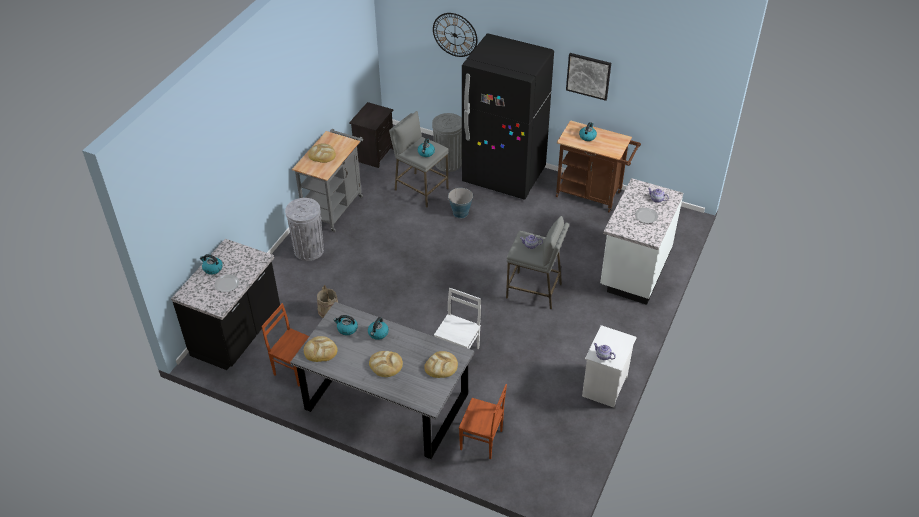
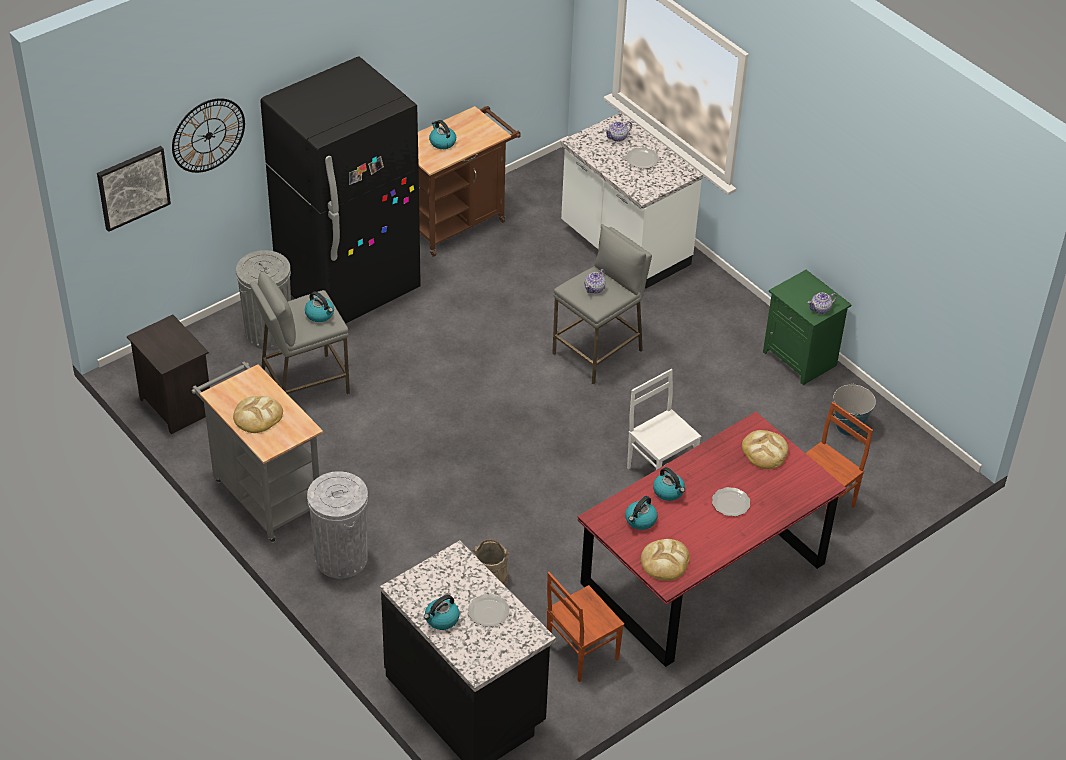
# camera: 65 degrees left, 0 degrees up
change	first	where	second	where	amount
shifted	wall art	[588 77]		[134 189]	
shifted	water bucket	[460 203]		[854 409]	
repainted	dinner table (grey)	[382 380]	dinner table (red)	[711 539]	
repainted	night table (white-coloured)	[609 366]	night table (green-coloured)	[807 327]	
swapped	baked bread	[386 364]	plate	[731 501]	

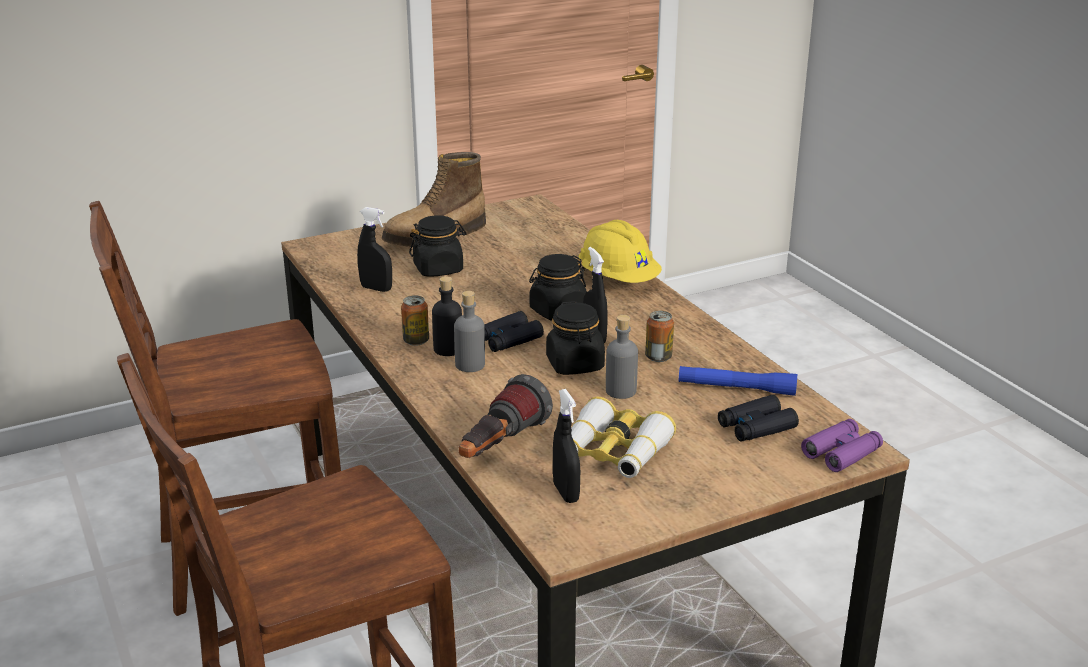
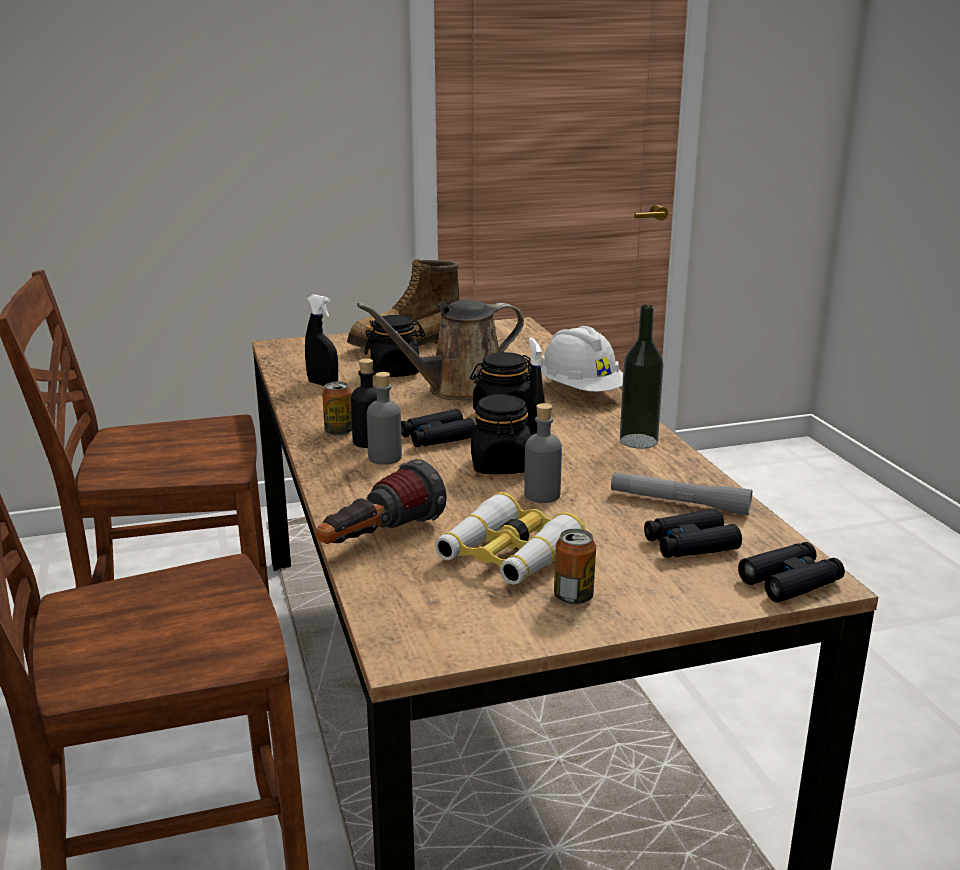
# camera: 10 degrees right, 5 degrees down
change	first	where	second	where	amount
repainted	work helmet (yellowish)	[620 251]	work helmet (white-coloured)	[581 359]	
shifted	metal can	[659 336]		[575 567]	
repainted	torch (bluish)	[738 381]	torch (grey)	[681 493]	
gone	hand sprayer (blackish)	[566 446]			
repainted	pair of binoculars (purplish)	[842 445]	pair of binoculars (blackish)	[791 572]	
new			watering can (brownish)	[440 350]	
new			beverage bottle	[642 377]	

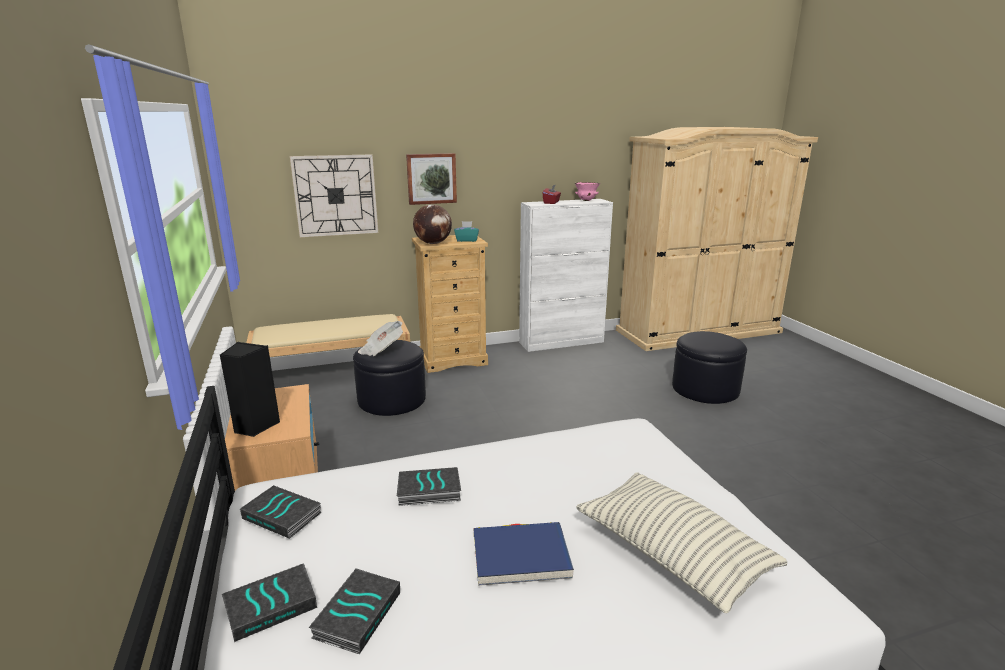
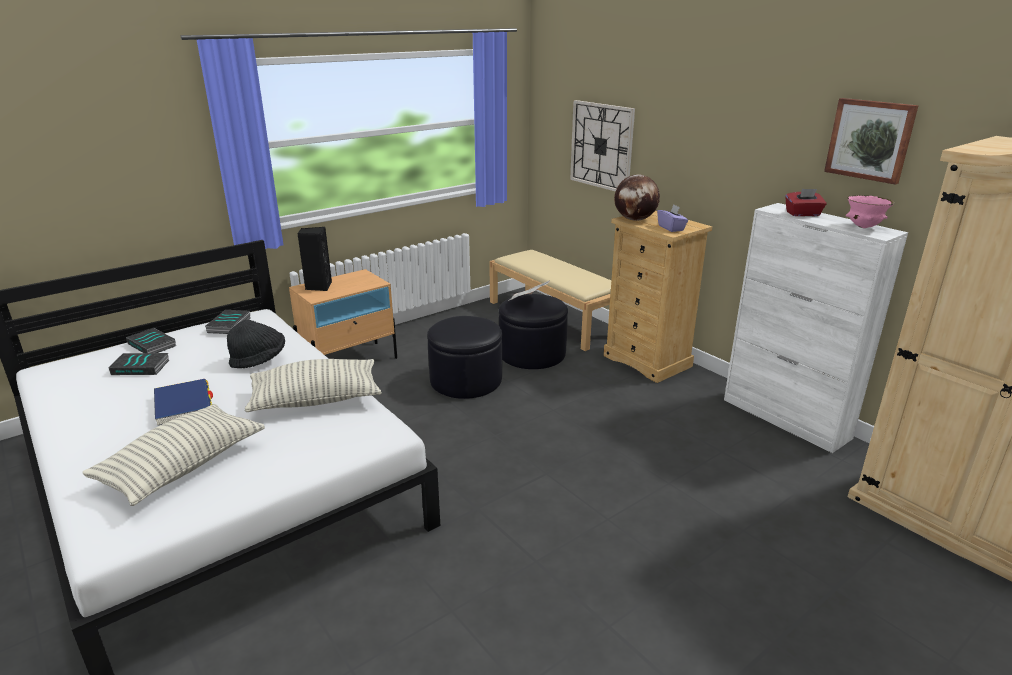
# camera: 70 degrees right, 5 degrees up
change	first	where	second	where	amount
shifted	wall art	[431 179]		[871 141]	
repainted	tissue holder (turquoise-coloured)	[466 231]	tissue holder (purplish)	[672 218]	
shifted	ottoman (blackish)	[709 367]		[464 357]	
swapped	bound book	[429 486]	wearable hat (blackish)	[256 344]	
new			pillow	[313 385]	

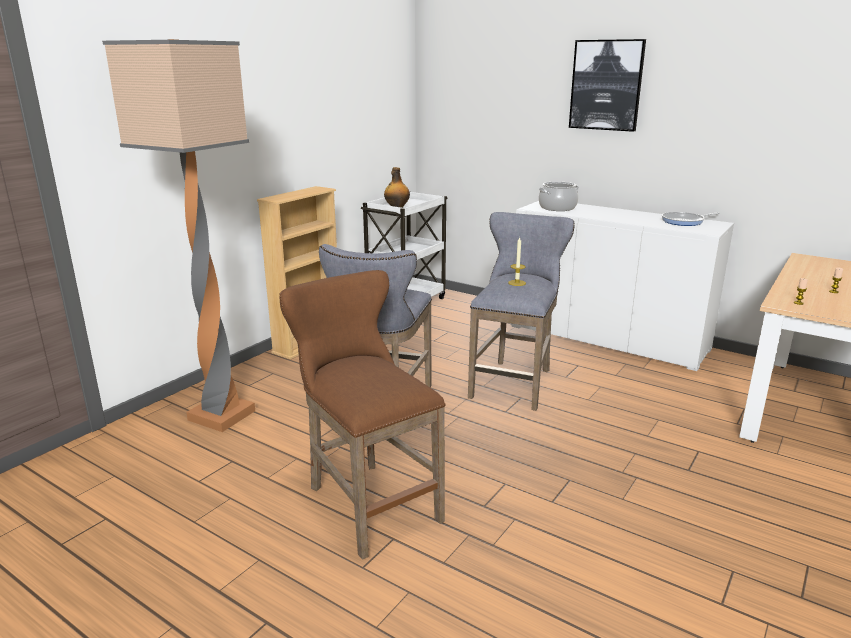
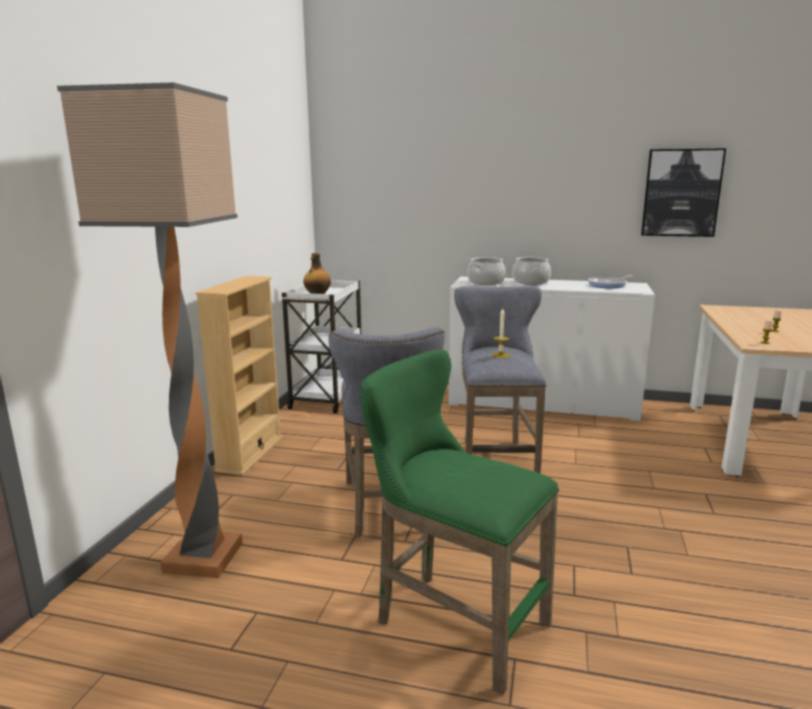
# camera: 20 degrees left, 5 degrees down
change	first	where	second	where	amount
shifted	wall art	[607 85]		[683 192]	
repainted	stool seat (brownish)	[362 415]	stool seat (green-coloured)	[460 522]	
new			saucepot	[531 271]	

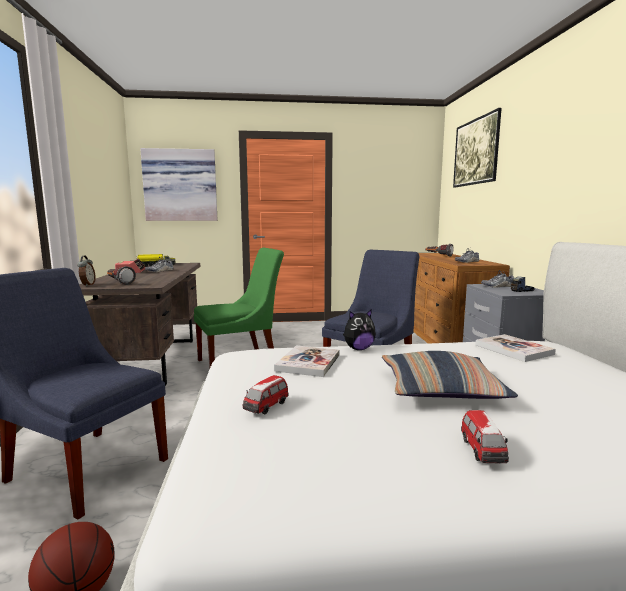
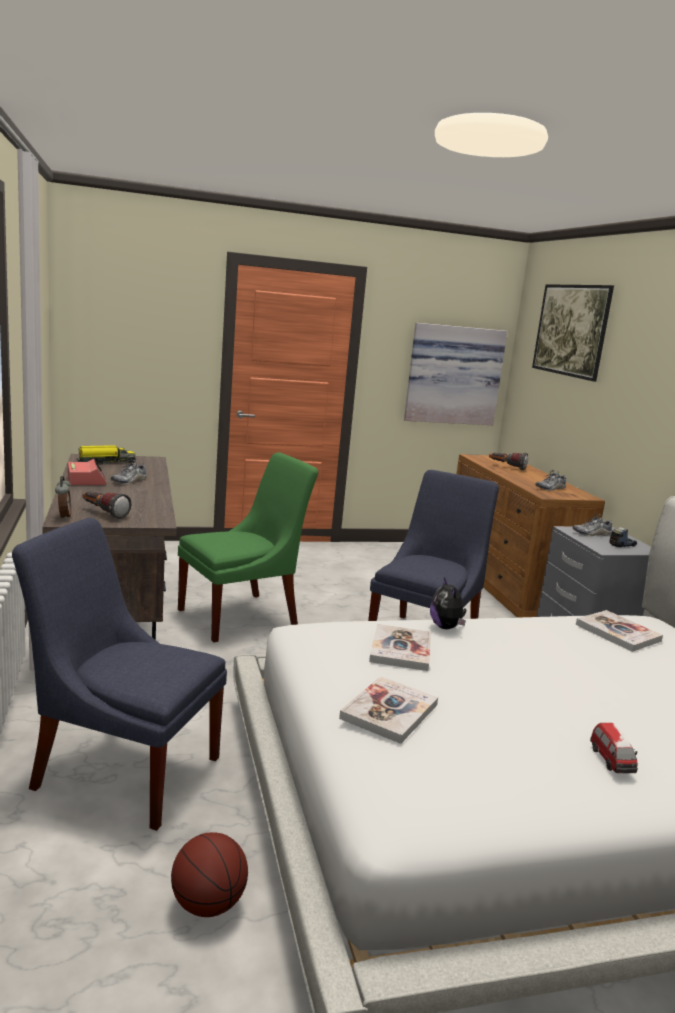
# camera: 10 degrees left, 5 degrees up
change	first	where	second	where	amount
shifted	wall art	[178 184]		[455 374]	
rotated	plush toy	[359 329]		[448 603]	105 degrees clockwise
gone	pillow	[450 375]			
swapped	miniature car	[266 394]	bound book	[388 710]	

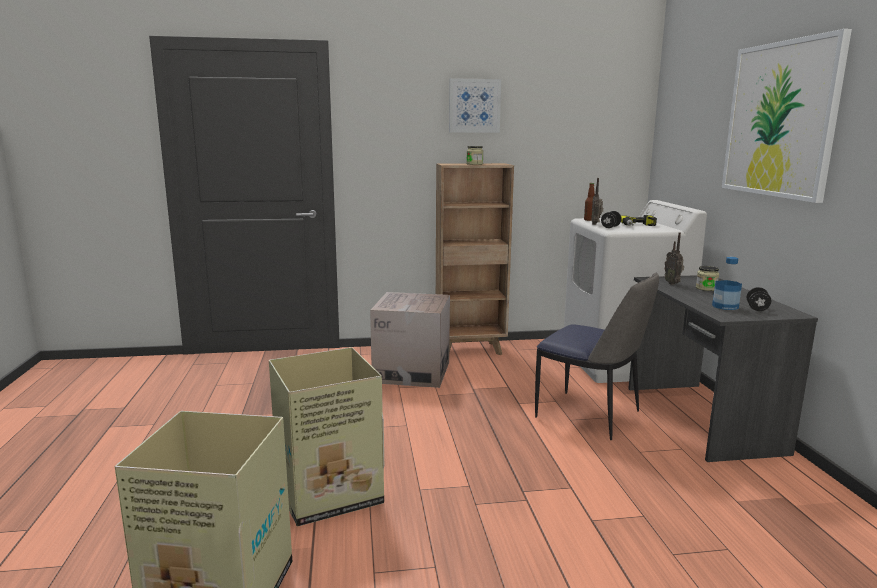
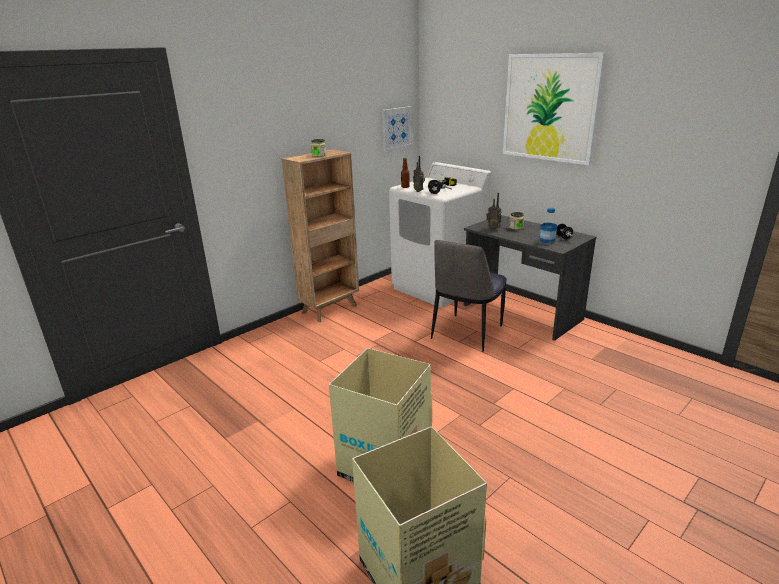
# camera: 35 degrees left, 10 degrees up
change	first	where	second	where	amount
shifted	wall art	[475 105]		[397 128]	
rotated	chair	[597 356]		[469 296]	120 degrees clockwise
gone	packing box	[410 340]			

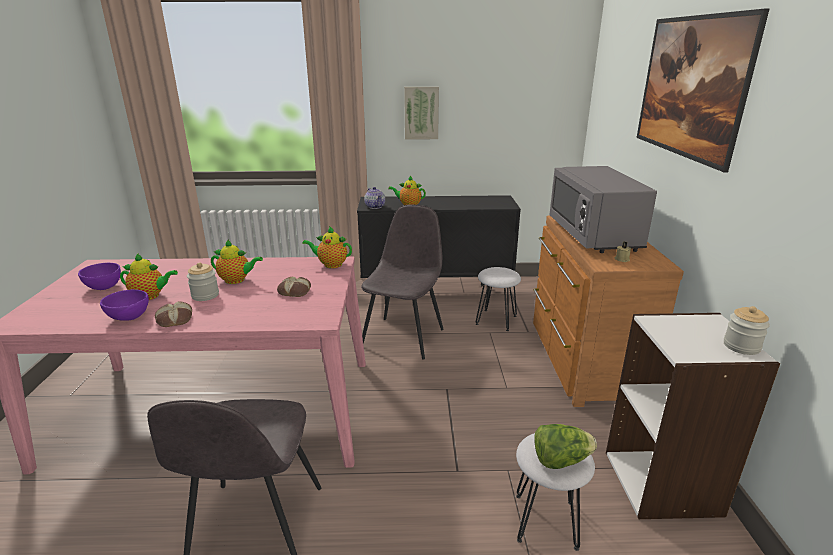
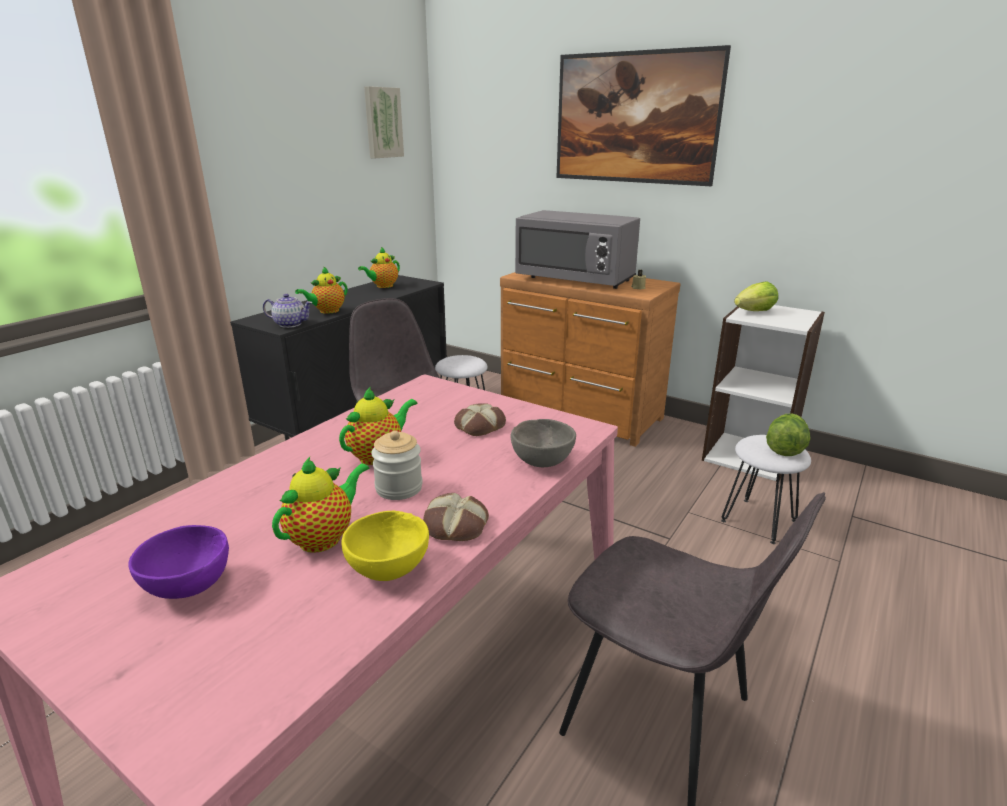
# camera: 55 degrees left, 0 degrees up
change	first	where	second	where	amount
shifted	wall art	[421 113]		[384 122]	
shifted	pot for tea	[327 247]		[379 267]	
repainted	bowl (purplish)	[124 305]	bowl (yellowish)	[385 546]	
gone	jar	[747 330]			
new			head of lettuce	[756 296]	
new			bowl (grey)	[543 443]	

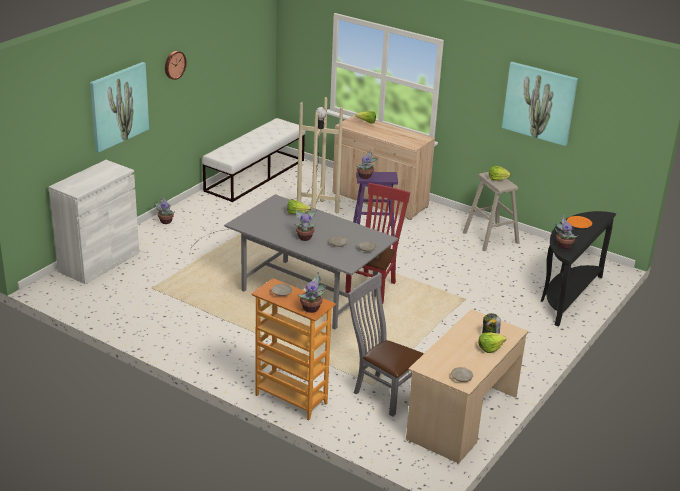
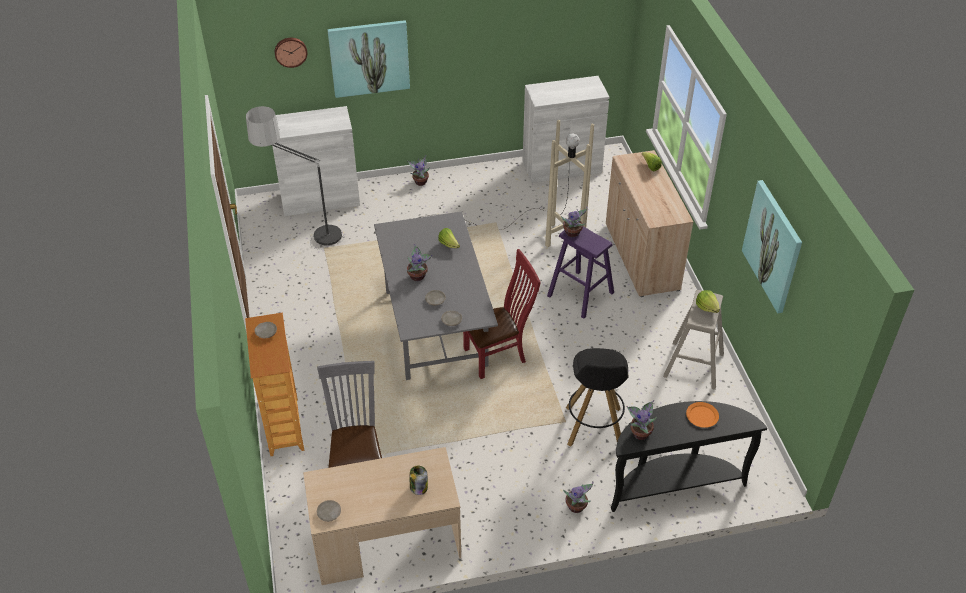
# camera: 45 degrees right, 15 degrees up
change	first	where	second	where	amount
shifted	hanging clock	[176 65]		[291 53]	
swapped	indoor bench (white-coloured)	[253 160]	cabinet (white-coloured)	[566 129]	
shifted	houseplant	[311 293]		[578 497]	
gone	head of lettuce	[492 343]			
new			standard lamp	[295 178]	
new			stool seat (blackish)	[597 397]	

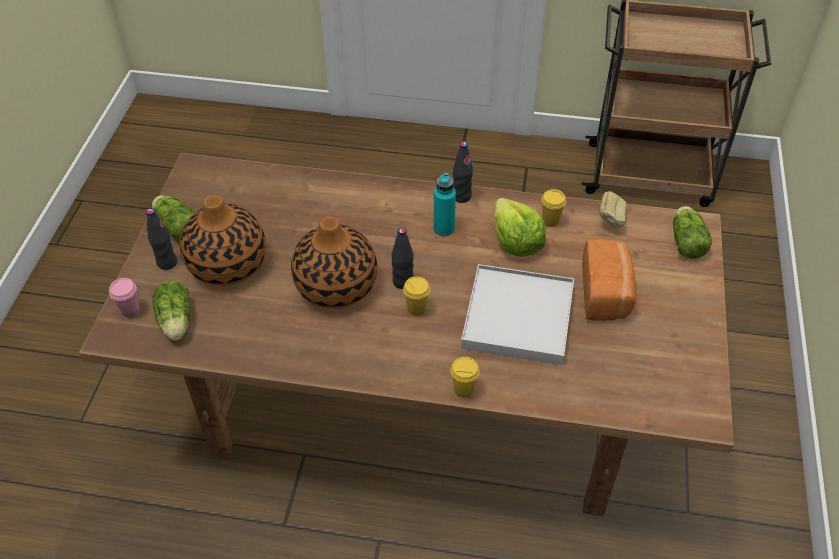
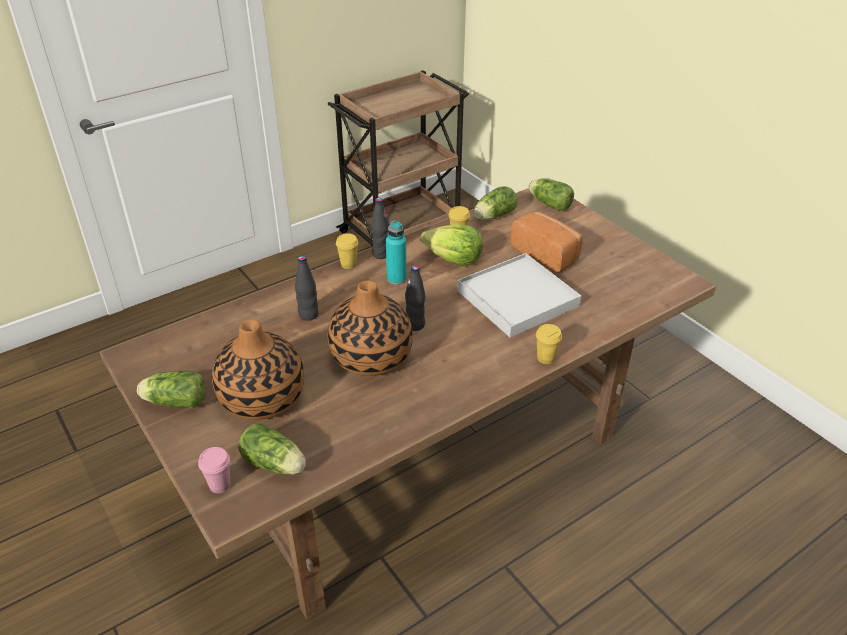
# camera: 45 degrees left, 10 degrees down
change	first	where	second	where	amount
swapped	baked bread	[613 209]	head of lettuce	[496 203]	
shifted	beverage bottle (blackish)	[161 239]		[307 288]	
shifted	drinking cup (yellowish)	[416 296]		[347 251]	

